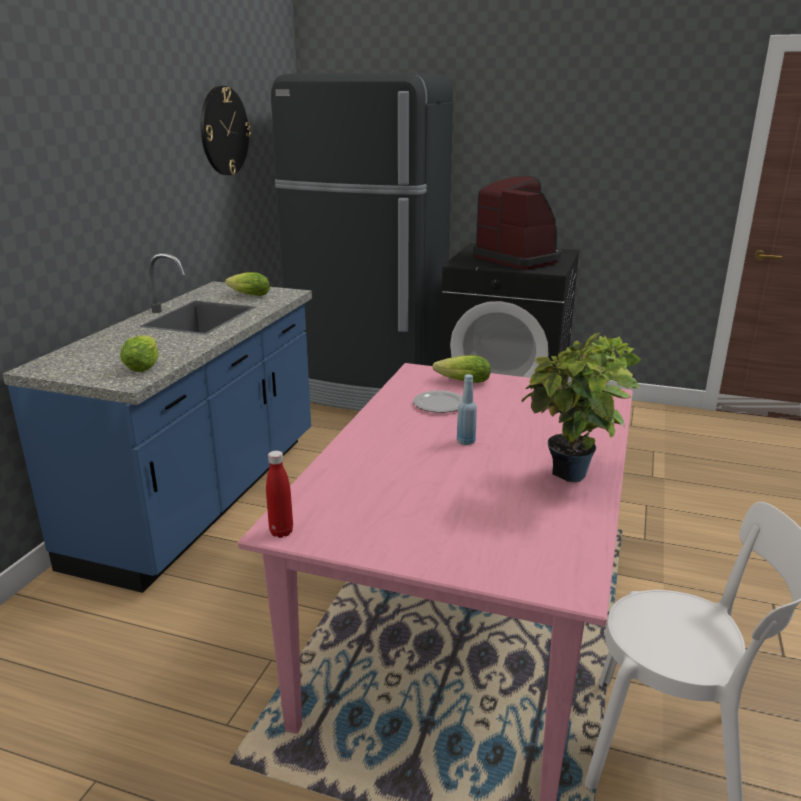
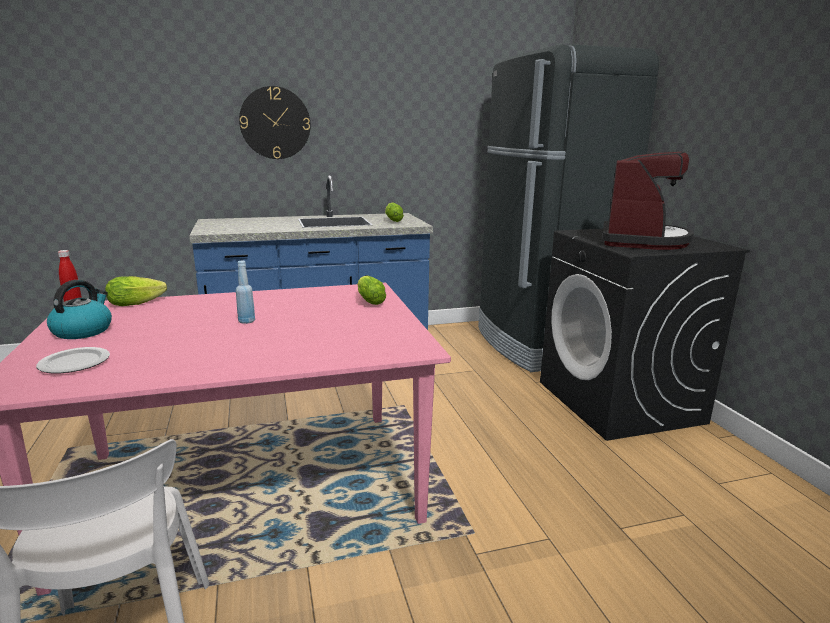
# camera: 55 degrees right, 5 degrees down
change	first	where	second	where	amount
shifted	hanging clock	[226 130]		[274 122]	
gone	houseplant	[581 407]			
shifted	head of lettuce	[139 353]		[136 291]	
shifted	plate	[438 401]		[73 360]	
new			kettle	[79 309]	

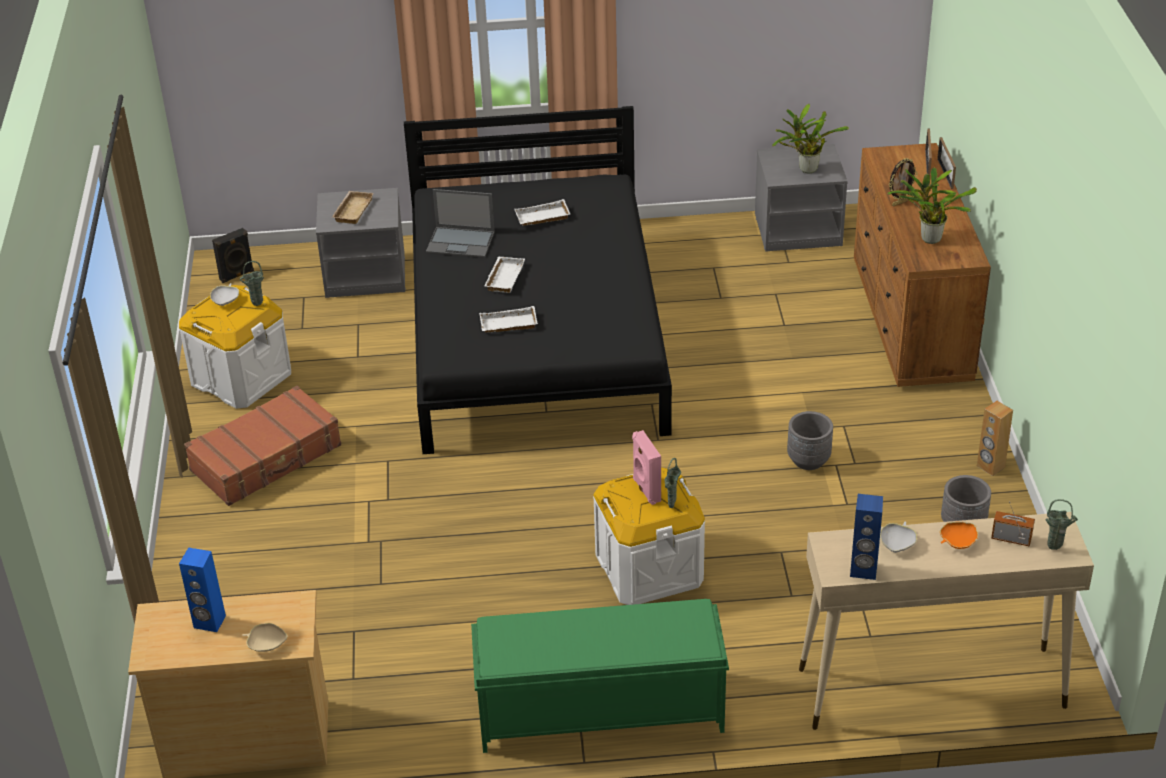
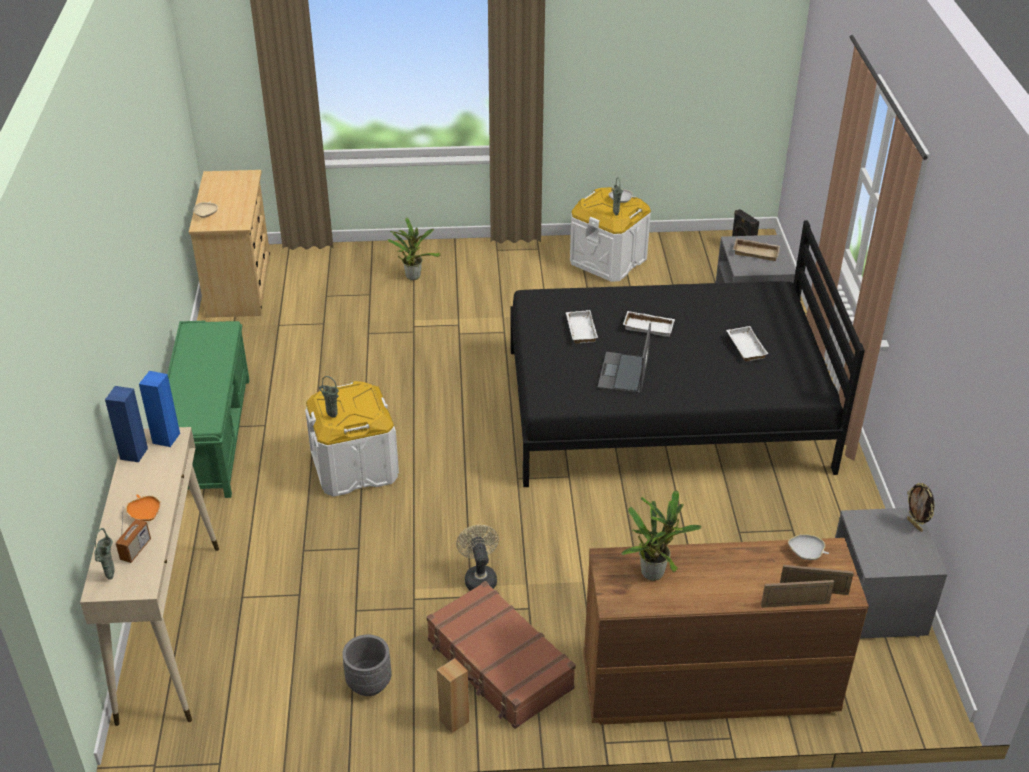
# camera: 90 degrees right, 0 degrees up
change	first	where	second	where	amount
shifted	houseplant	[810 139]		[414 249]	
shifted	standing frame	[903 182]		[920 507]	
shifted	notebook computer	[460 223]		[624 358]	
shifted	piece of luggage (brownish)	[262 446]		[501 655]	
swapped	flower pot (grey)	[810 440]	electric fan (beige)	[477 558]	
gone	loudspeaker (pink-coloured)	[646 467]			
shifted	bowl (white-coloured)	[898 537]		[808 547]	
shifted	loudspeaker (bluish)	[202 589]		[159 409]	

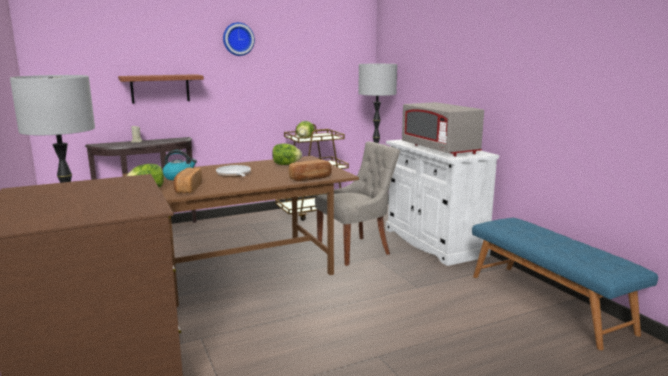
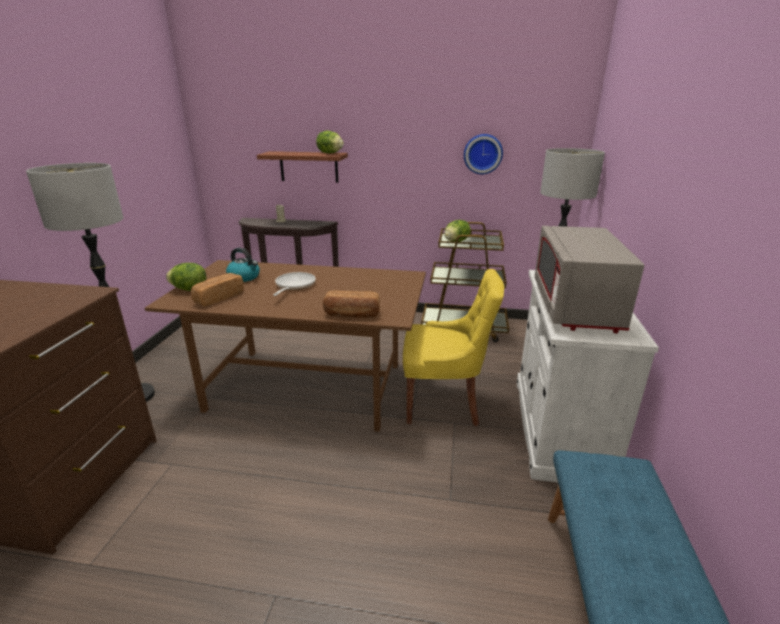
# camera: 35 degrees right, 10 degrees up
change	first	where	second	where	amount
shifted	hanging clock	[239 39]		[483 154]	
repainted	chair (grey)	[357 204]	chair (yellowish)	[453 347]	
shifted	head of lettuce	[287 154]		[330 142]	

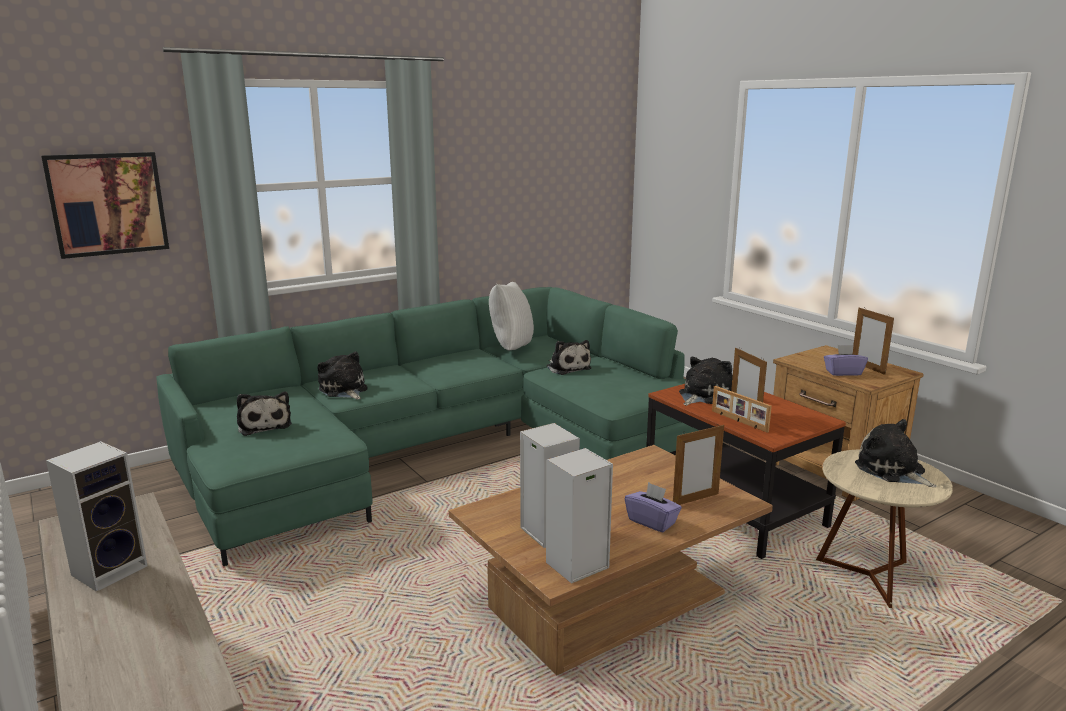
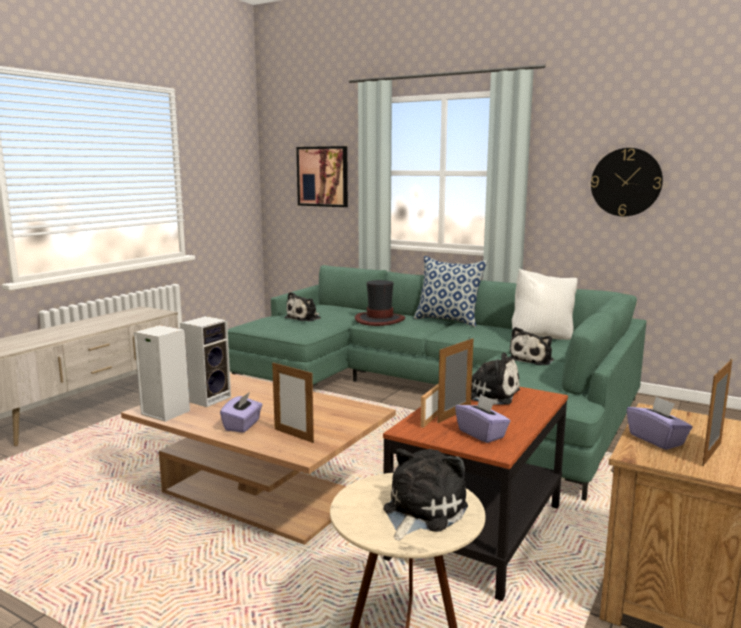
# camera: 65 degrees right, 5 degrees down
change	first	where	second	where	amount
swapped	plush toy	[342 375]	wearable hat	[380 303]	
gone	loudspeaker	[96 516]			
new			hanging clock	[627 182]	
new			pillow	[450 291]	
new			tissue holder (purplish)	[483 418]	

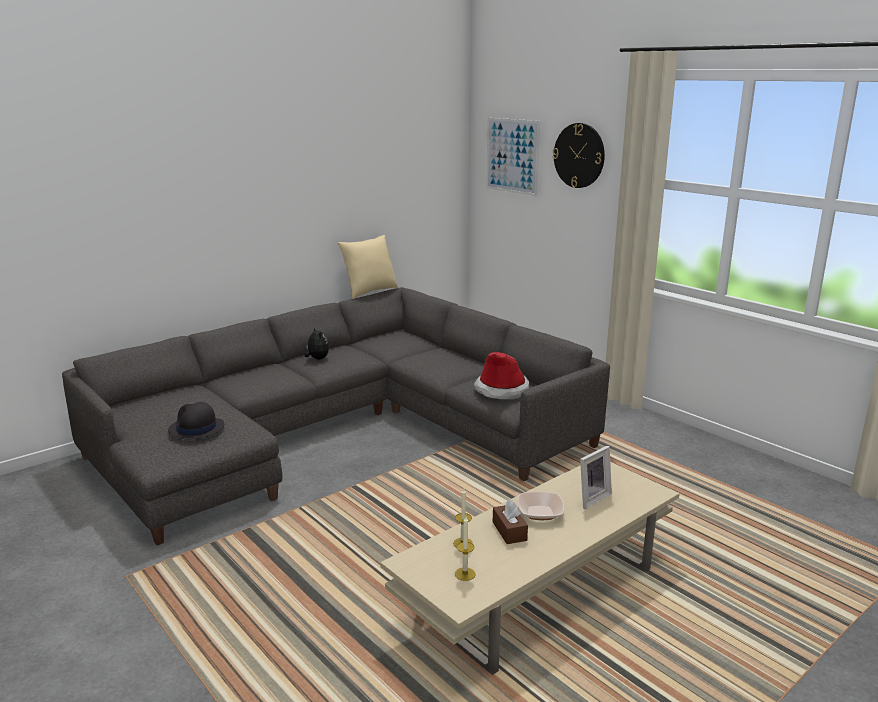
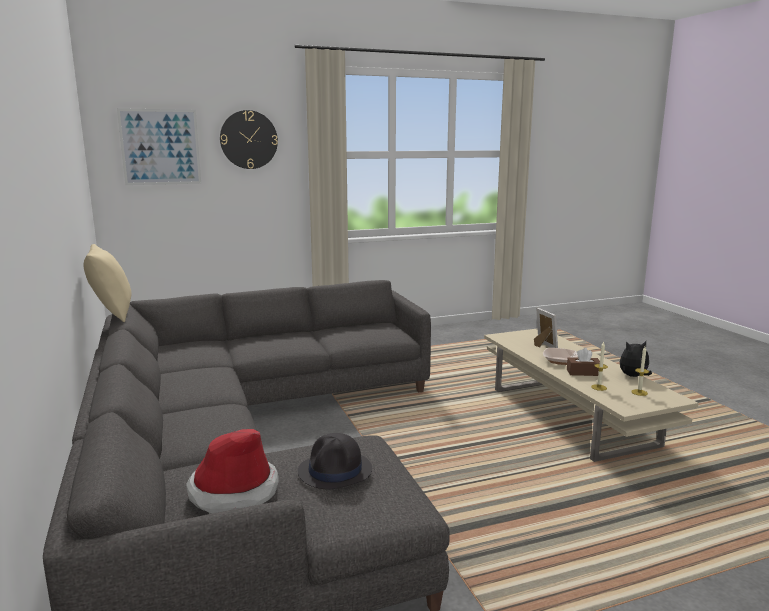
# camera: 70 degrees left, 5 degrees down
change	first	where	second	where	amount
shifted	plush toy	[316 343]		[636 359]	
shifted	wearable hat	[501 375]		[232 471]	

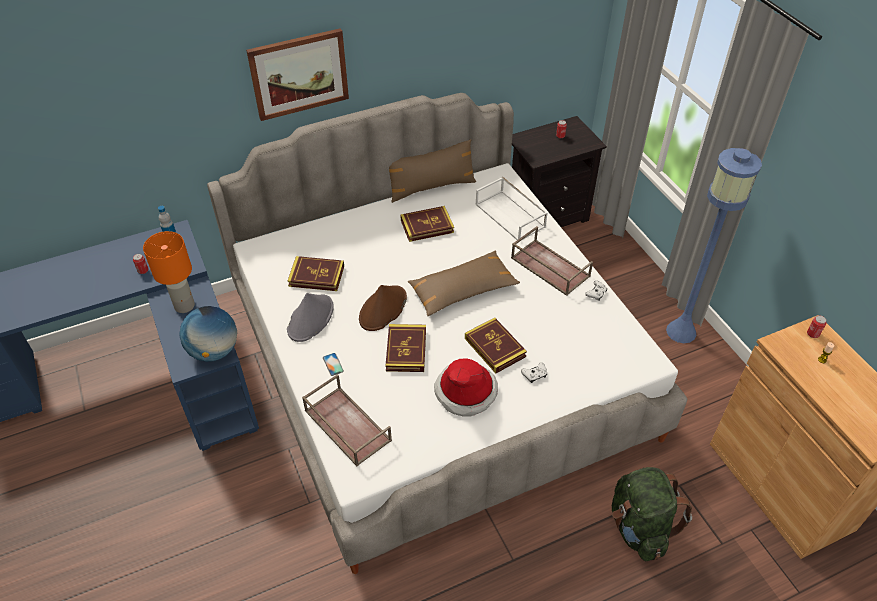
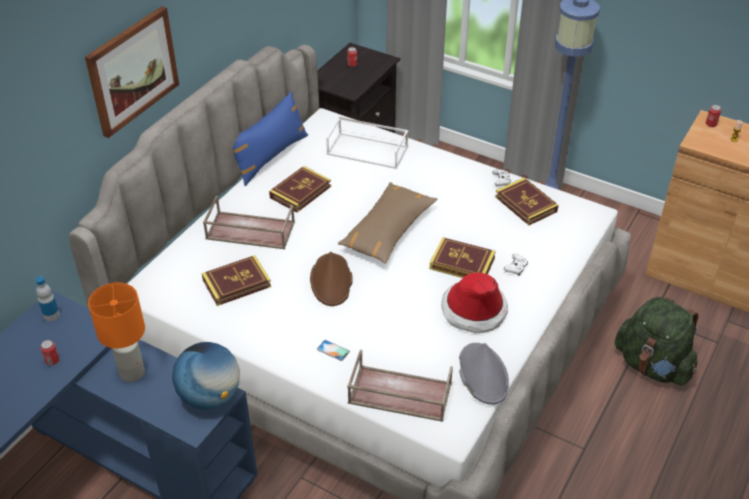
# camera: 35 degrees left, 5 degrees down
change	first	where	second	where	amount
repainted	pillow (brownish)	[432 171]	pillow (bluish)	[270 138]	
shifted	tray (brownish)	[552 261]		[249 222]	
shifted	wearable hat (grey)	[310 317]		[484 374]	
shifted	bound book	[406 348]		[527 201]	

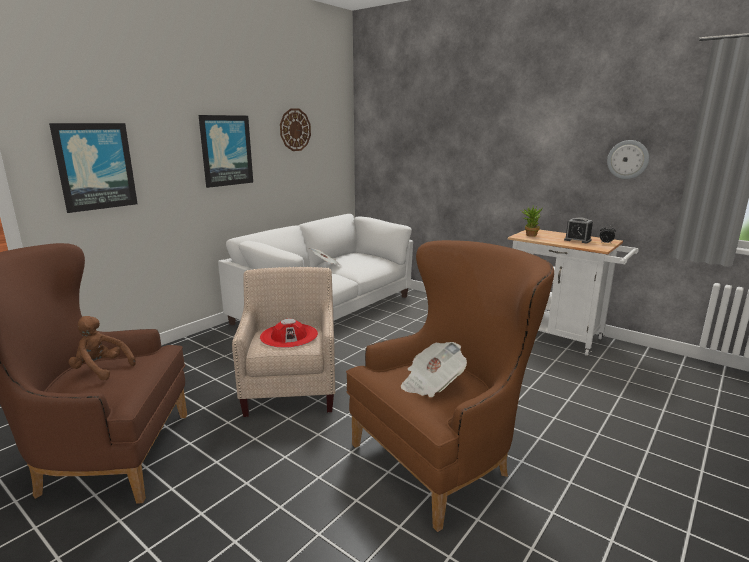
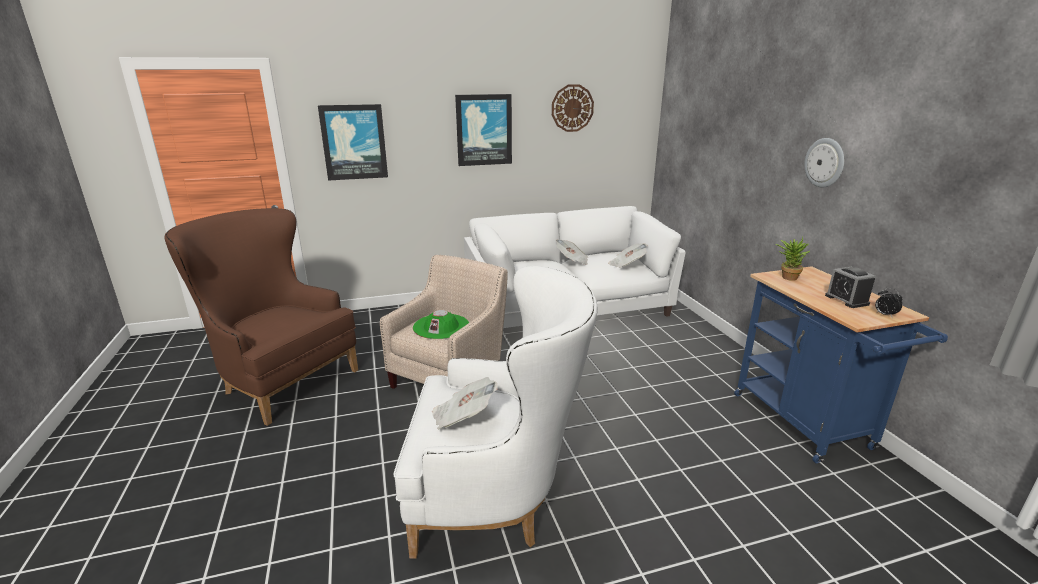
# camera: 35 degrees right, 5 degrees up
change	first	where	second	where	amount
shifted	hanging clock	[628 159]		[824 162]	
repainted	cart (white-coloured)	[573 293]	cart (bluish)	[841 365]	
repainted	armchair (brownish)	[450 386]	armchair (white-coloured)	[495 412]	
gone	plush toy (brownish)	[102 348]			
repainted	wearable hat (red)	[289 333]	wearable hat (green-coloured)	[441 324]	
new			daily paper	[628 255]	

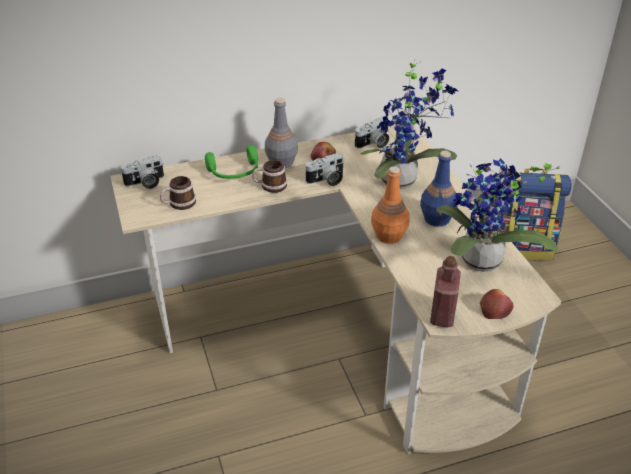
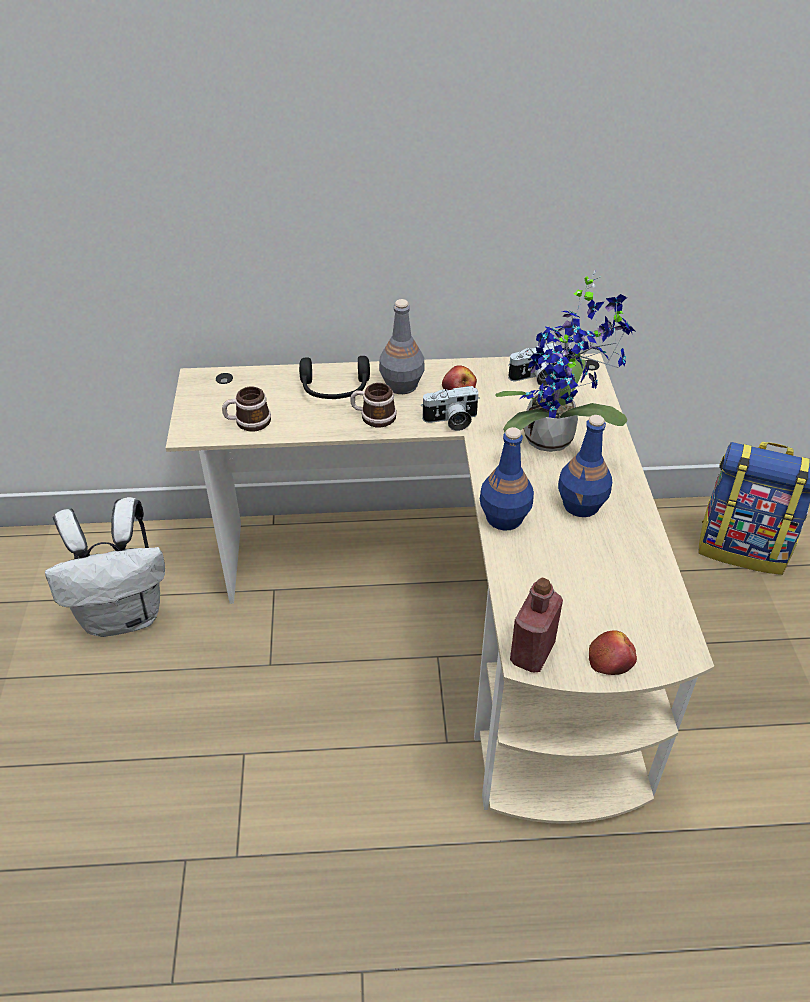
# camera: 15 degrees right, 5 degrees up
change	first	where	second	where	amount
repainted	headset (green-coloured)	[231 162]	headset (blackish)	[334 377]	
gone	still camera	[142 172]			
gone	houseplant	[498 215]			
repainted	beverage bottle (orange)	[390 205]	beverage bottle (bluish)	[507 479]	
new			rucksack (white-coloured)	[105 567]	

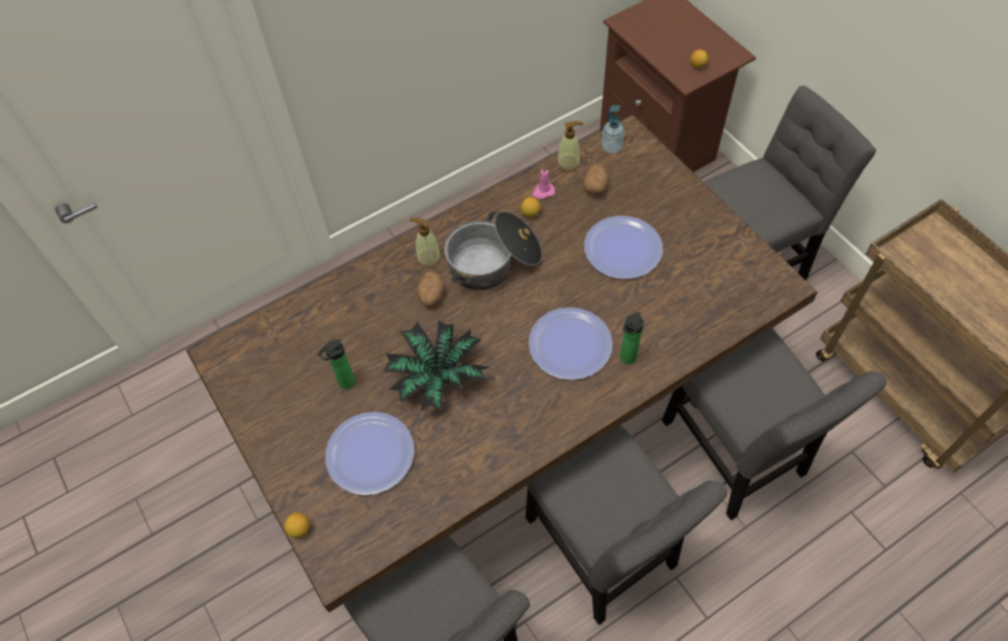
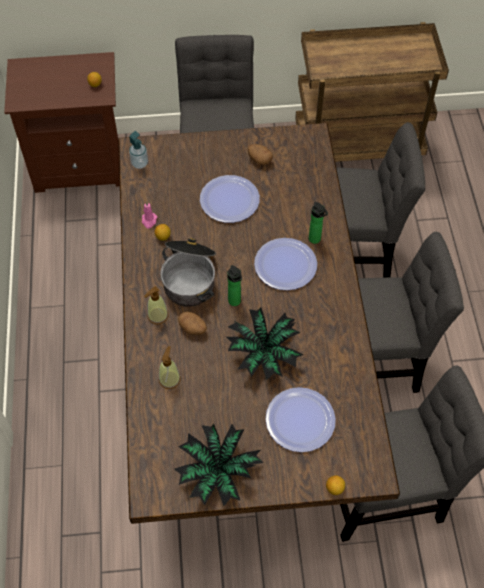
# camera: 65 degrees left, 0 degrees up
change	first	where	second	where	amount
shifted	soap bottle	[570 146]		[170 367]	
shifted	whole potato	[596 179]		[260 154]	
shifted	beverage bottle	[336 364]		[234 285]	
new			houseplant	[219 465]	

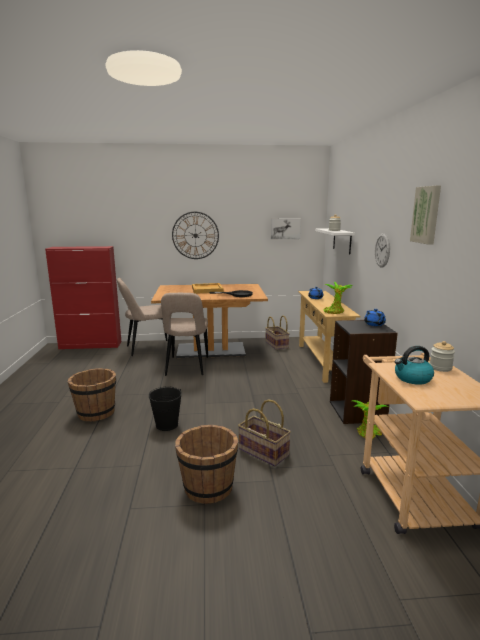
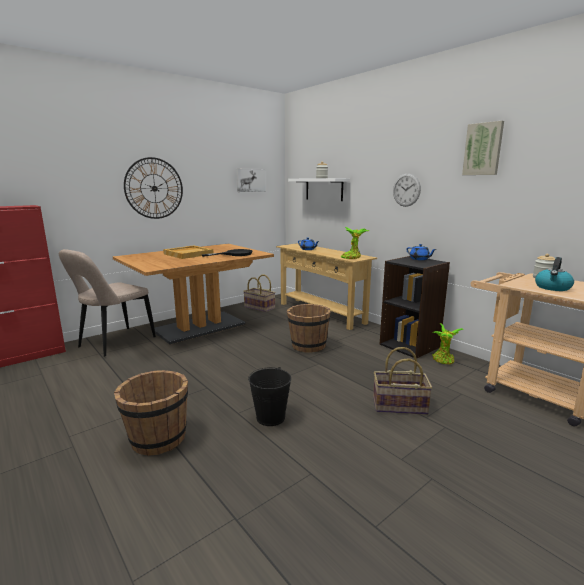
# camera: 35 degrees left, 0 degrees up
change	first	where	second	where	amount
gone	chair (beige)	[184 334]			
shifted	water bucket (brownish)	[206 464]		[308 328]	

